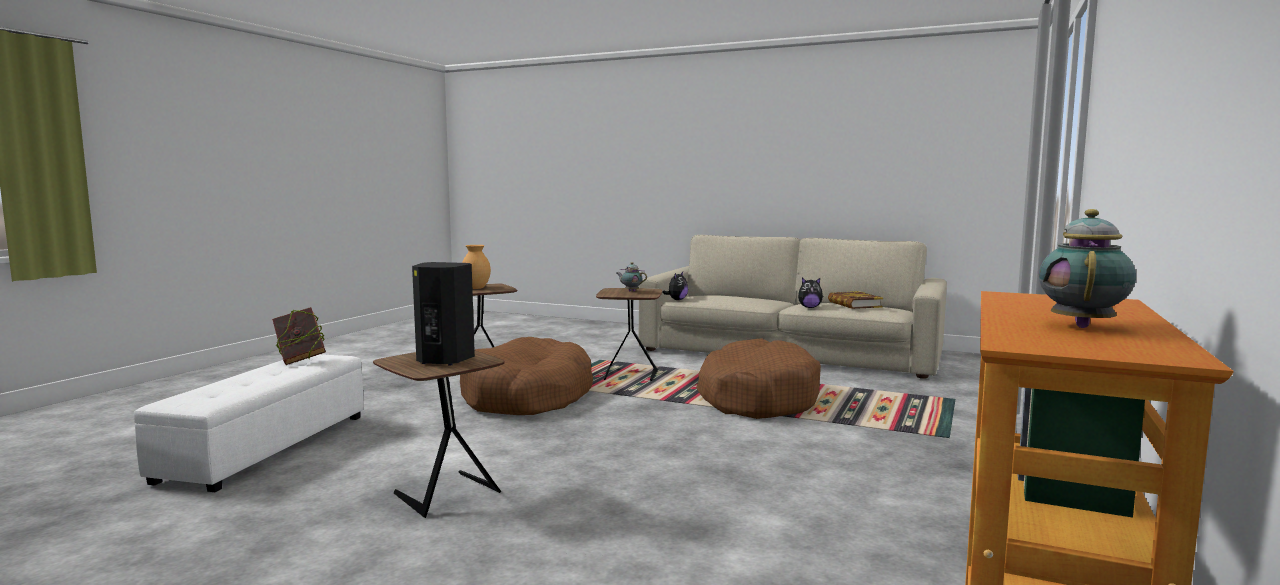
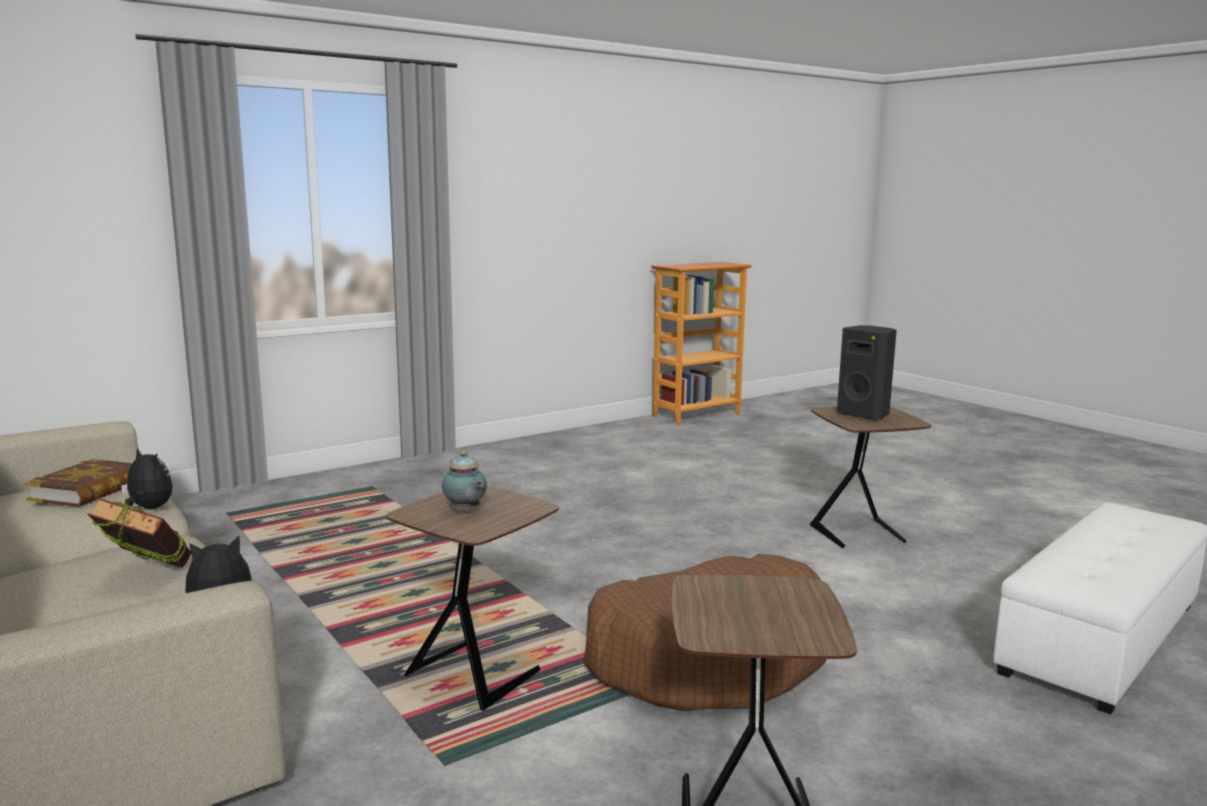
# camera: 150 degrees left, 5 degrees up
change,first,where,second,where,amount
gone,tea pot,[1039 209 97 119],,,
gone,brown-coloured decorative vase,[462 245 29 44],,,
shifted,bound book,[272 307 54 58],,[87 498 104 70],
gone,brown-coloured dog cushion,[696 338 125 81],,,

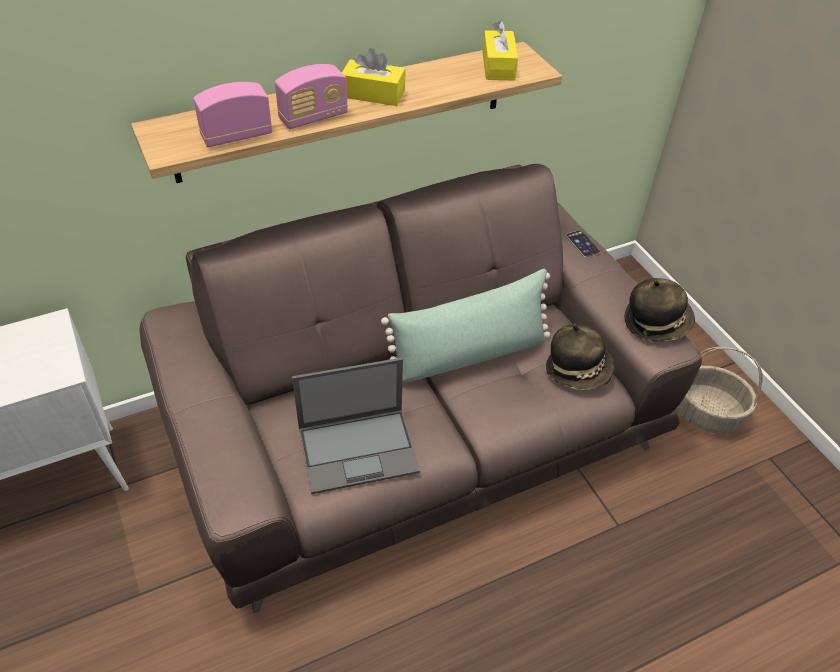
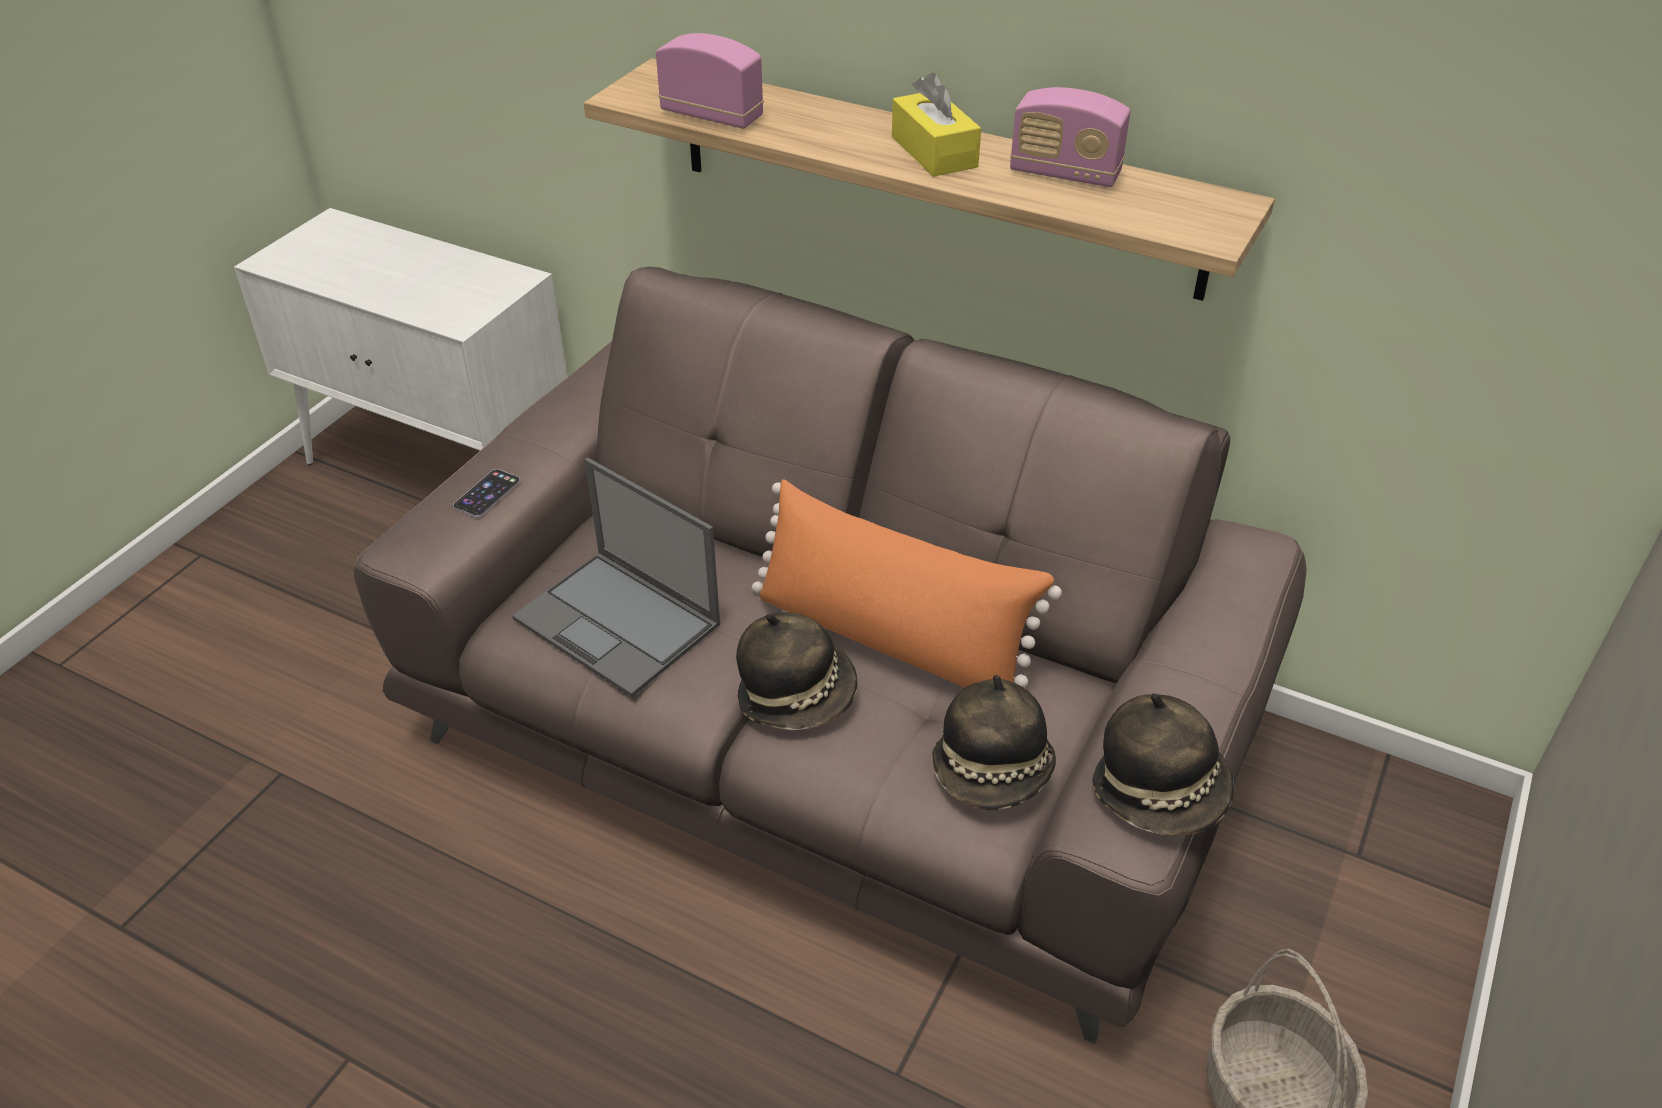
# camera: 55 degrees right, 5 degrees down
change,first,where,second,where,amount
gone,yellow-coloured box of tissues,[483 20 35 61],,,
shifted,radio,[275 64 73 65],,[1010 87 120 100],
shifted,phone,[566 230 34 28],,[453 469 67 49],
repainted,greenish pillow,[381 269 169 115],orange pillow,[752 479 310 209],
new,,,wearable hat,[736 612 122 118],

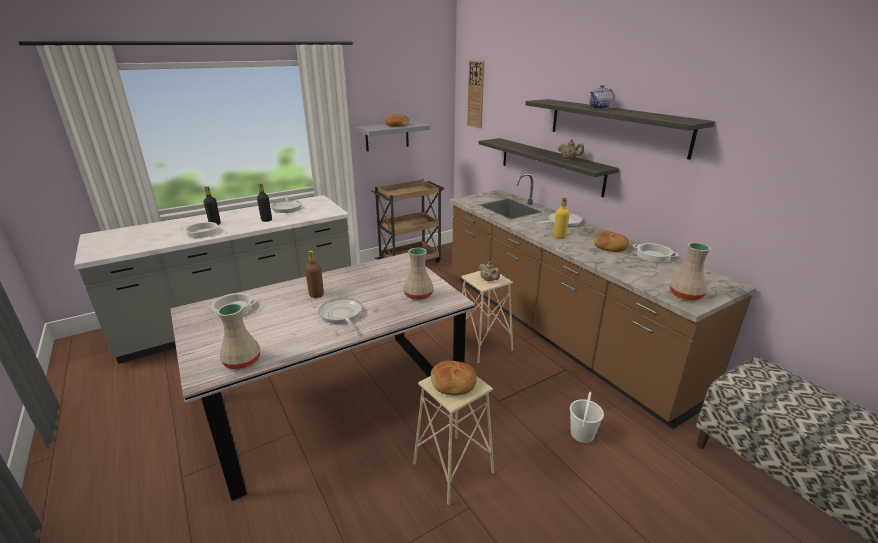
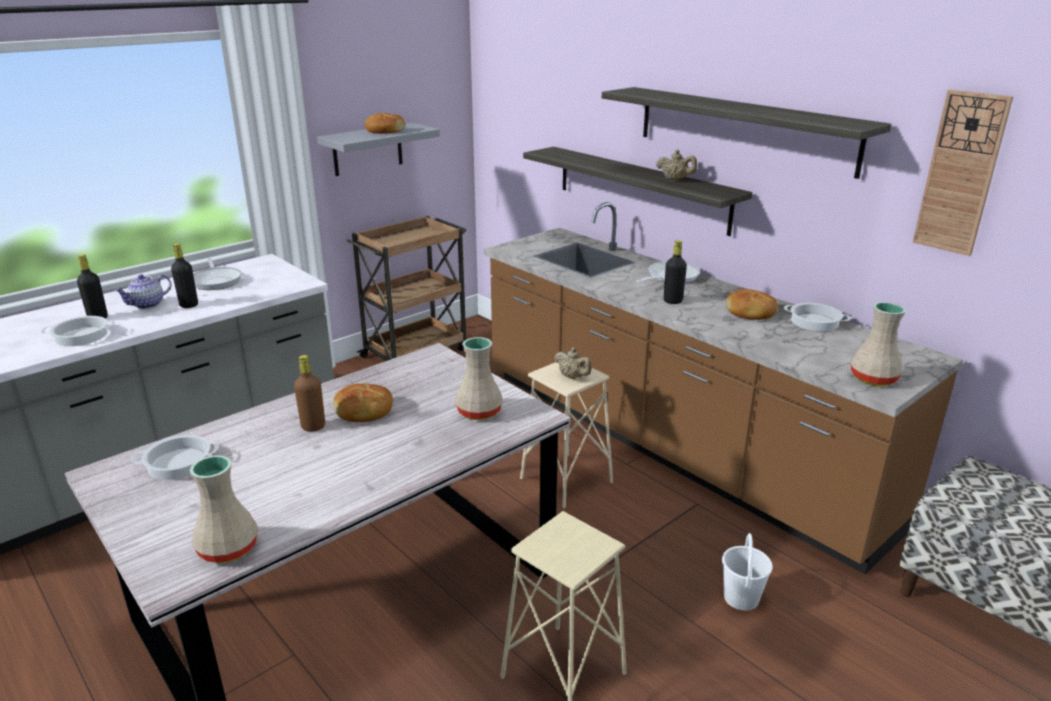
# camera: 10 degrees left, 0 degrees up
change,first,where,second,where,amount
shifted,clock on the wall,[467 61 17 68],,[913 90 100 166],
shifted,tea pot,[589 85 24 24],,[115 274 56 35],
repainted,yellow-coloured bottle,[553 197 17 42],blackish bottle,[664 240 23 64],
gone,frying pan,[318 298 45 33],,,
shifted,bakery bread,[431 361 46 34],,[333 383 60 39],

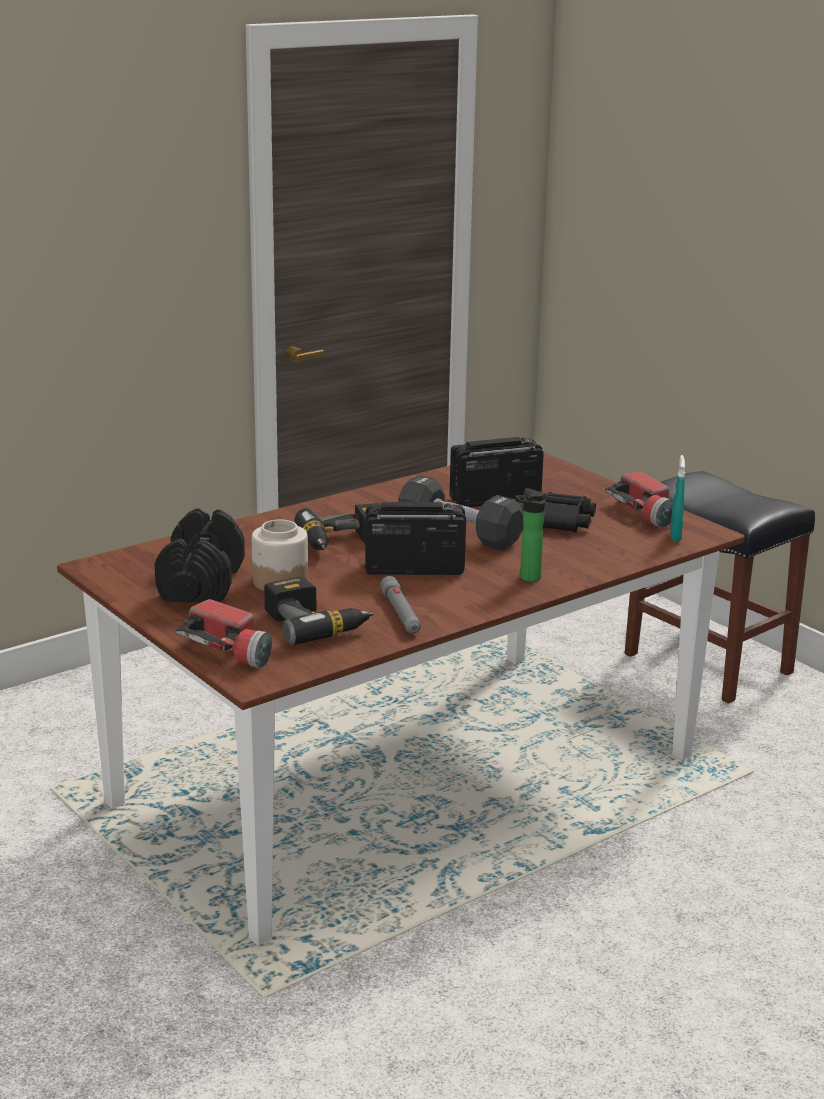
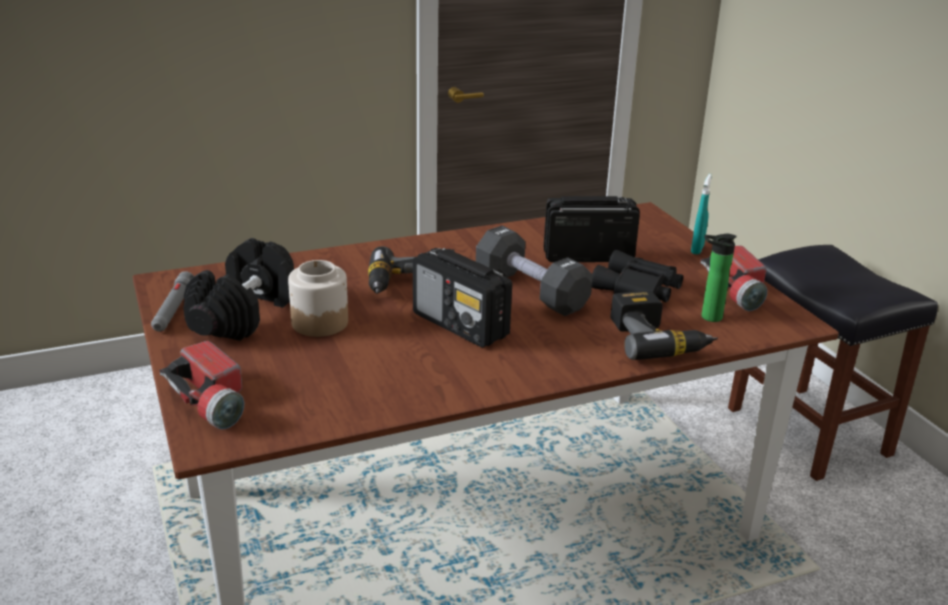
# camera: 15 degrees right, 5 degrees up
change,first,where,second,where,amount
shifted,blue-green hand sprayer,[670 455 15 87],,[691 174 21 80],
shifted,bottle,[515 492 30 90],,[702 234 35 88],
rotated,radio,[365 502 101 73],,[413 248 99 100],150 degrees counterclockwise
shifted,gray hand torch,[380 576 41 58],,[151 271 43 61],
shifted,power drill,[264 577 110 68],,[611 291 107 69],

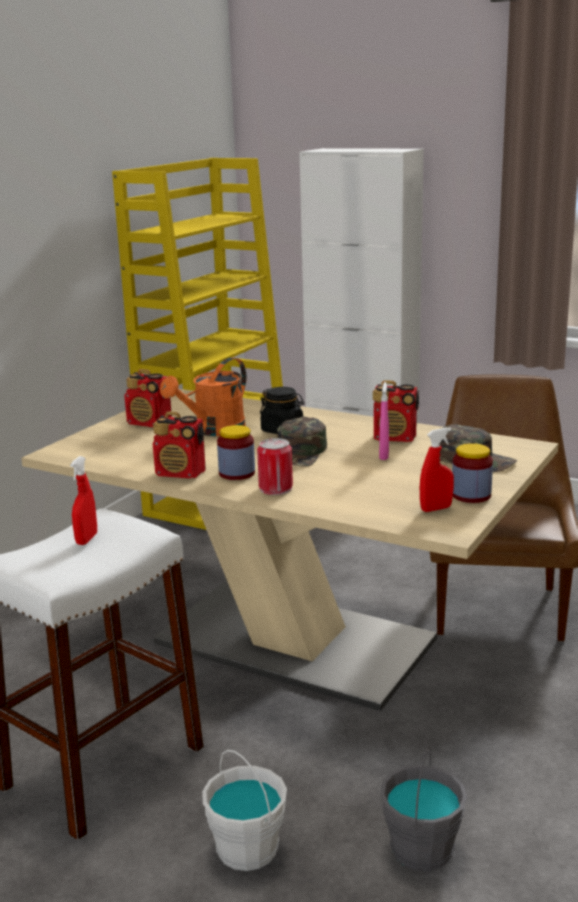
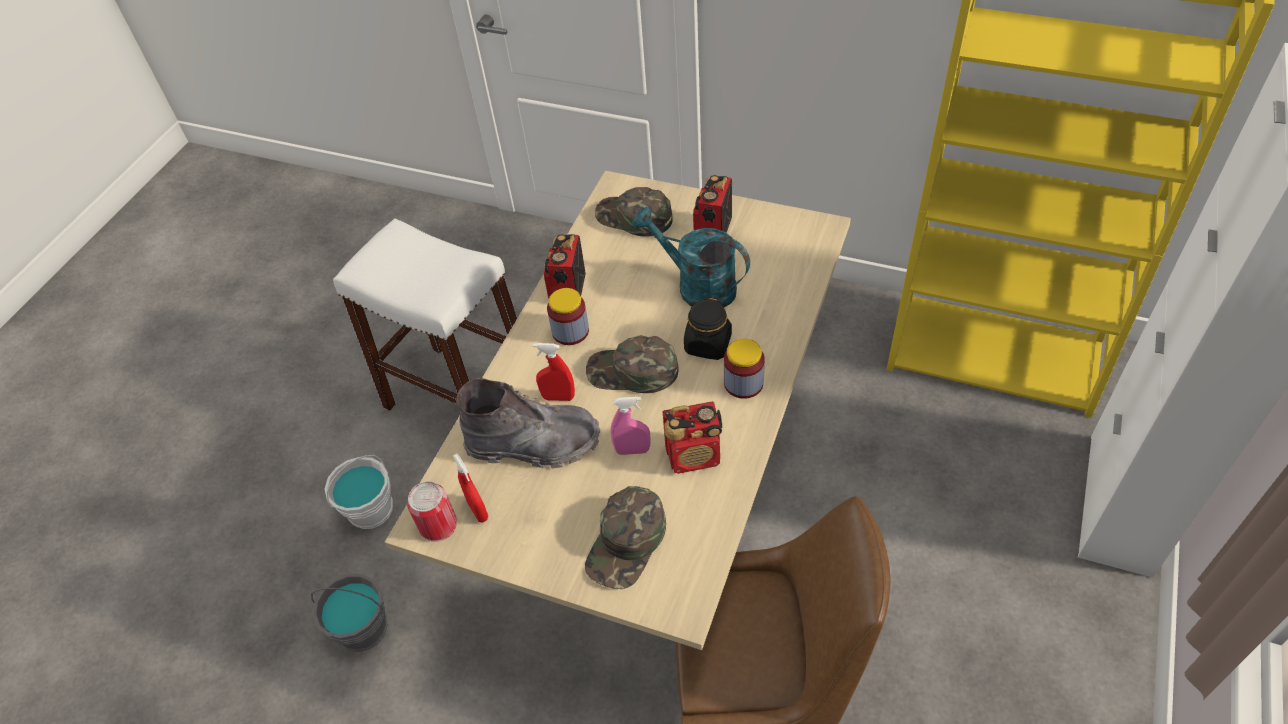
# camera: 85 degrees right, 30 degrees up
change,first,where,second,where,amount
repainted,orange watering can,[160 357 86 79],blue-green watering can,[632 207 118 100],
rotated,radio,[373 380 46 62],,[663 401 59 73],105 degrees counterclockwise
shifted,metal can,[257 438 36 57],,[407 482 50 60],
shifted,preserve jar,[452 443 41 60],,[724 339 41 60],
shifted,red hand sprayer,[70 456 27 89],,[533 343 42 58],
new,,,greenish cap,[595 187 78 50],
new,,,gray high-top boot,[456 378 145 91],

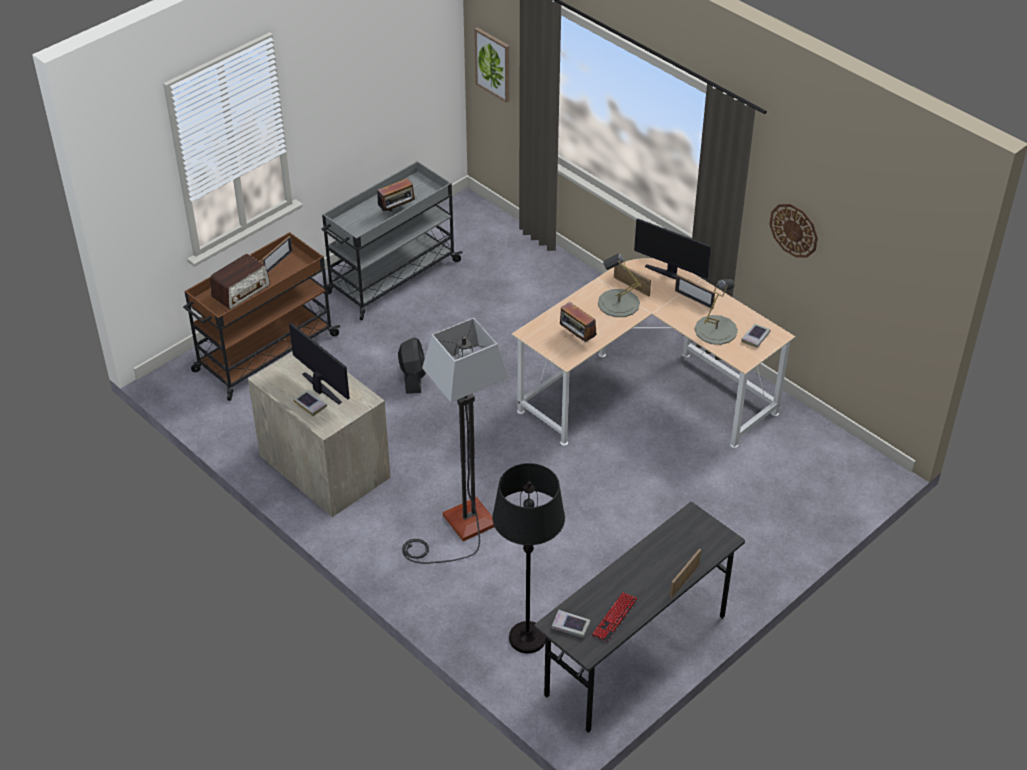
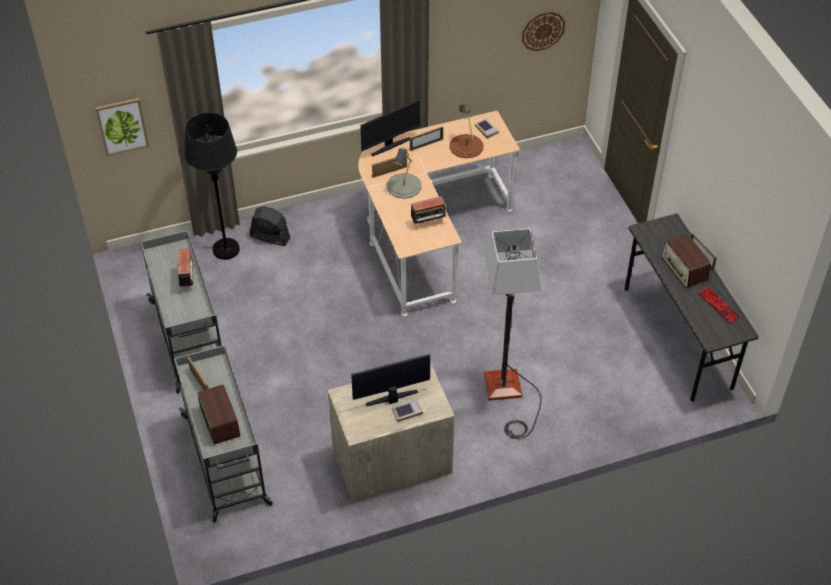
# camera: 65 degrees left, 5 degrees up
change,first,where,second,where,amount
shifted,clock on the wall,[769 204 49 54],,[522 12 43 39],
repainted,brown-coloured cart,[183 232 157 169],gray cart,[174 345 99 177],
repainted,gray lamp for a table,[695 279 43 66],brown-coloured lamp for a table,[449 104 34 54],
shifted,blackish cooling fan,[398 337 28 57],,[250 206 40 40],
shifted,blackish floor lamp,[492 463 73 190],,[185 113 55 147],
gone,bound book,[552 610 38 27],,,
new,,,radio,[662 234 49 54],

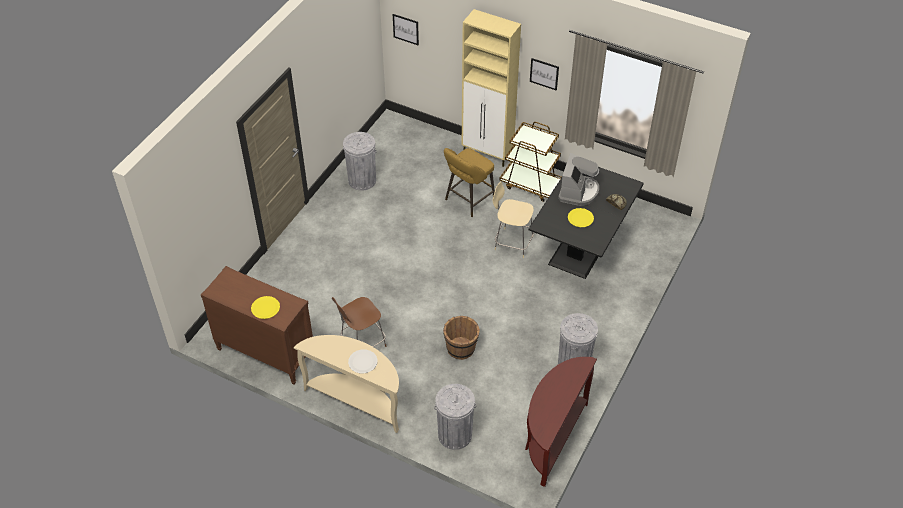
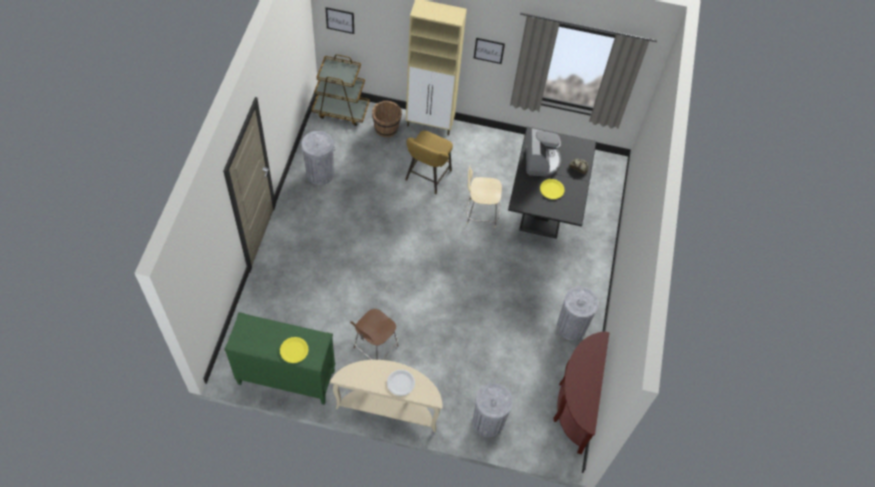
# camera: 20 degrees left, 10 degrees up
change,first,where,second,where,amount
shifted,brown-coloured cart,[499 122 63 80],,[311 54 59 72],
repainted,brown-coloured chest of drawers,[201 266 112 118],greenish chest of drawers,[224 312 112 93],
shifted,brown-coloured pail,[443 316 37 44],,[372 101 30 36],

